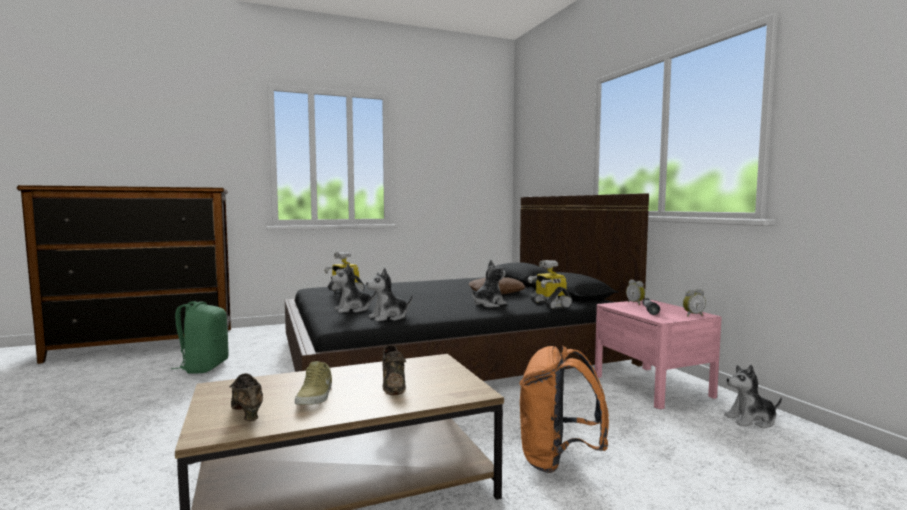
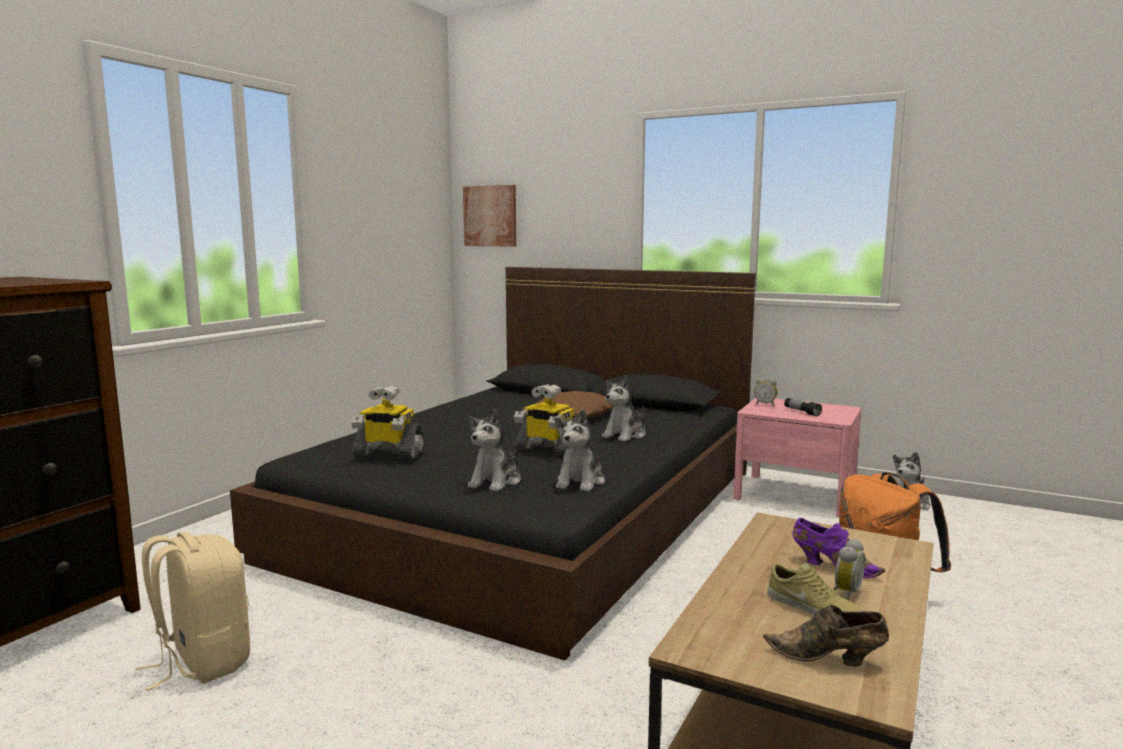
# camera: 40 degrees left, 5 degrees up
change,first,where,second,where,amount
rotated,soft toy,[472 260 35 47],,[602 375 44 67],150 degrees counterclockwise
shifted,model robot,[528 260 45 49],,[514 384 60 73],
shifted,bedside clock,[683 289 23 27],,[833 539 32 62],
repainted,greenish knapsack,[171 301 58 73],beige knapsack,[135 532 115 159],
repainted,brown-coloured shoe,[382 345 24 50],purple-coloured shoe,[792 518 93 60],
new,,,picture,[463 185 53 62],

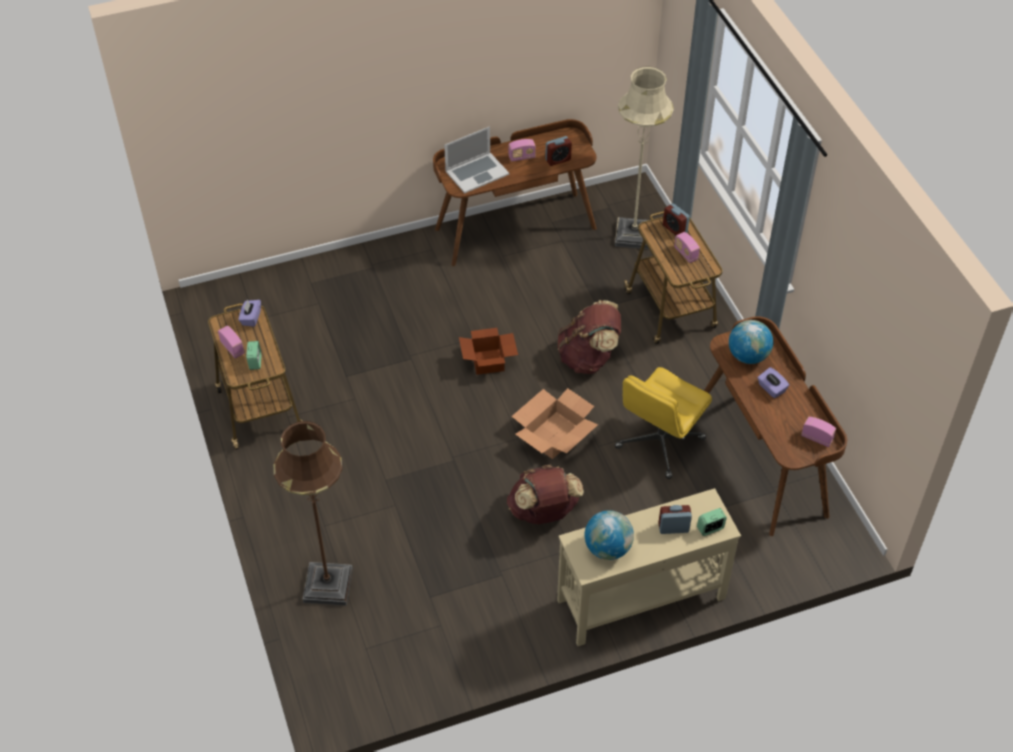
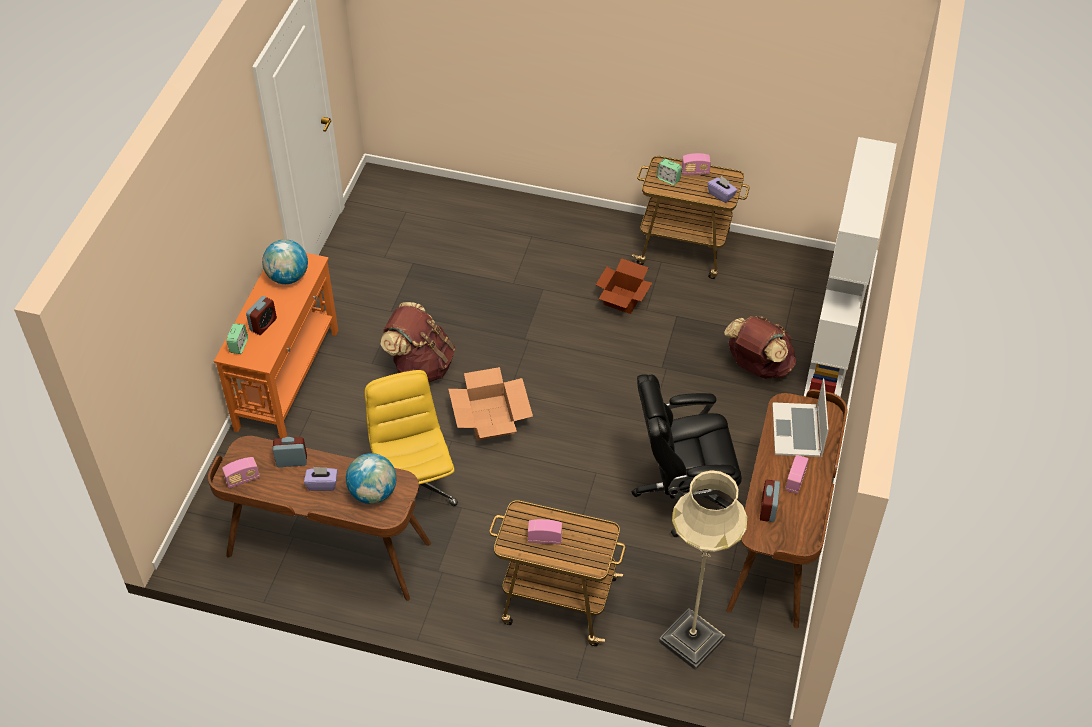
# camera: 125 degrees right, 0 degrees up
change,first,where,second,where,amount
shifted,bedside clock,[663 203 27 32],,[273 437 34 30],
shifted,brown-coloured knapsack,[558 300 63 74],,[724 316 72 63],
shifted,cardboard box,[459 328 59 47],,[596 258 56 56],
gone,brown-coloured floor lamp,[274 421 79 185],,,
repainted,beige hall table,[557 488 184 158],orange hall table,[214 253 125 185],
new,,,white shelving unit,[804 137 93 260],
new,,,blackish computer chair,[632 374 110 163],

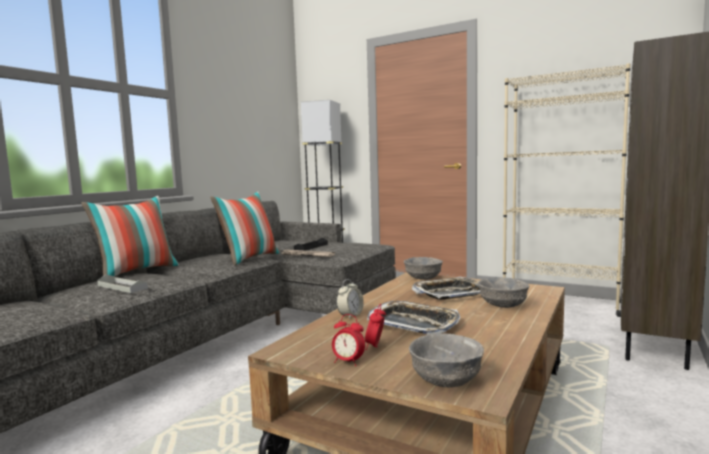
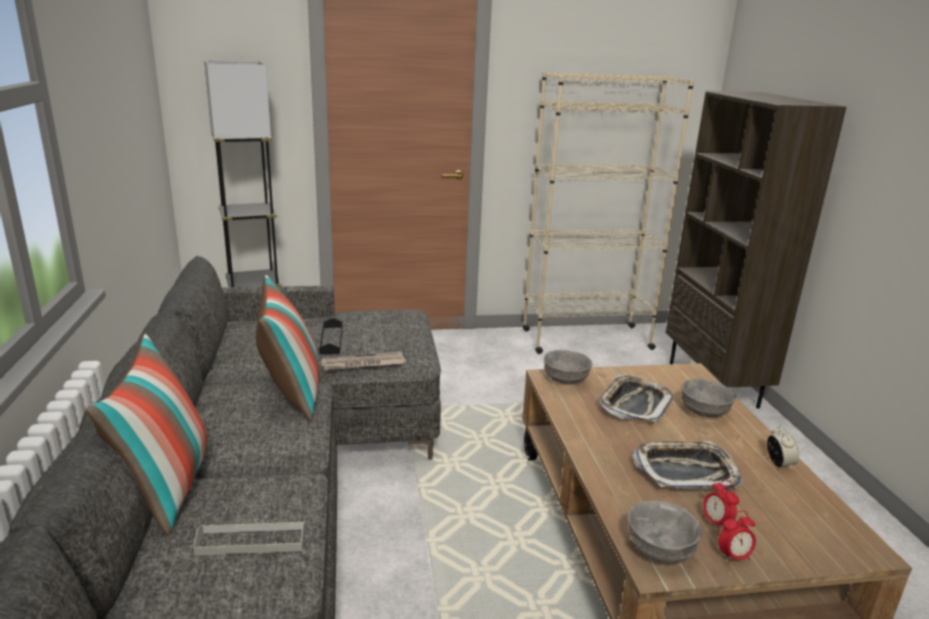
# camera: 40 degrees left, 15 degrees up
change,first,where,second,where,amount
shifted,bedside clock,[336 279 28 40],,[767 425 32 45],
shifted,gray deep dish,[409 333 75 55],,[628 500 74 64],

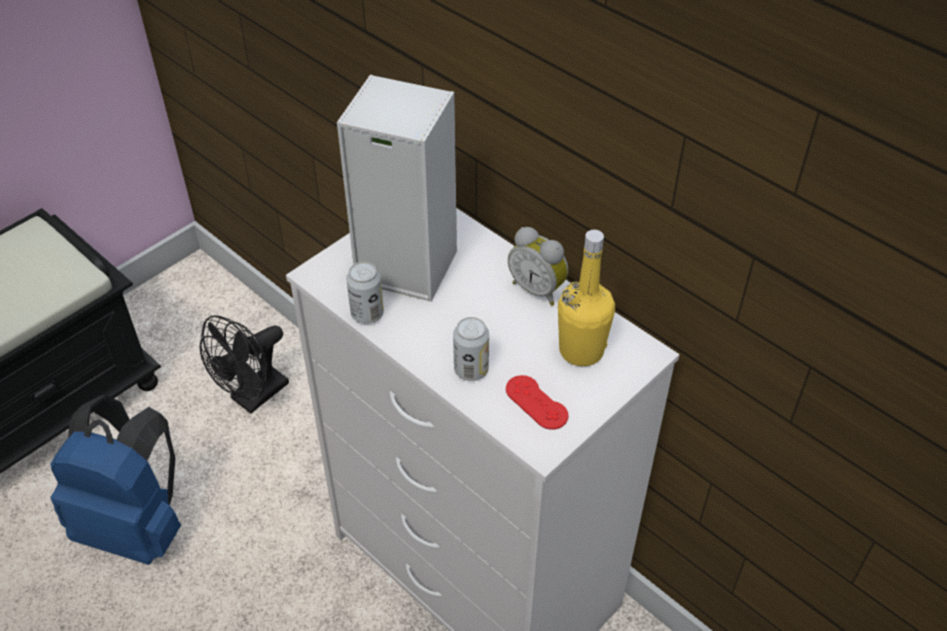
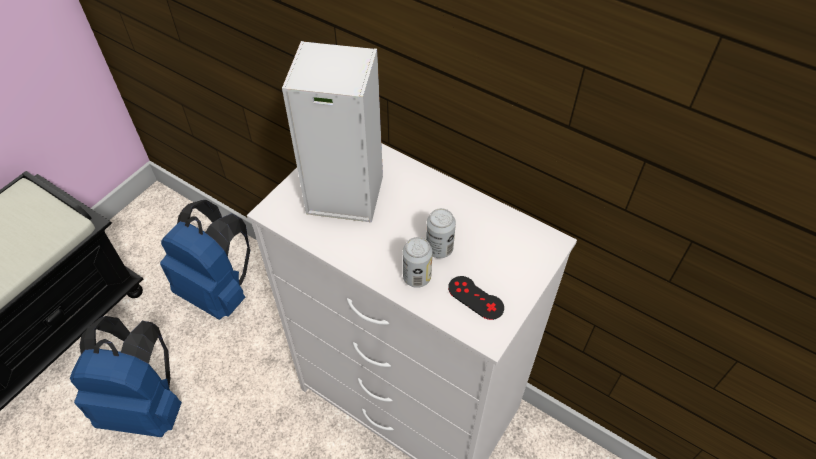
# camera: 10 degrees left, 5 degrees up
change,first,where,second,where,amount
gone,bedside clock,[508 227 60 79],,,
gone,yellow-coloured bottle,[558 230 57 136],,,
shifted,metal can,[346 262 38 62],,[426 208 30 50],
swapped,blackish cooling fan,[200 315 89 99],blue-coloured knapsack,[160 200 90 120],
repainted,red game controller,[506 375 62 55],blackish game controller,[448 276 56 44],

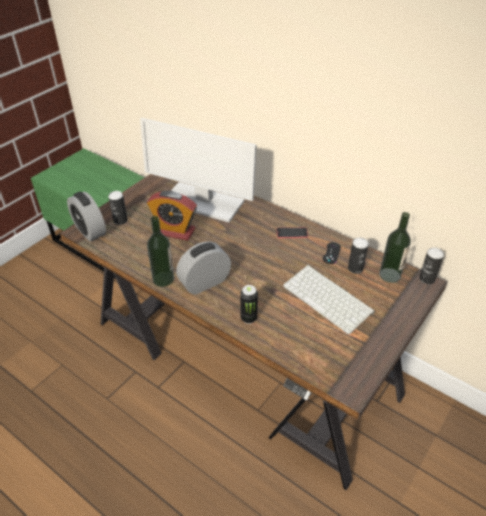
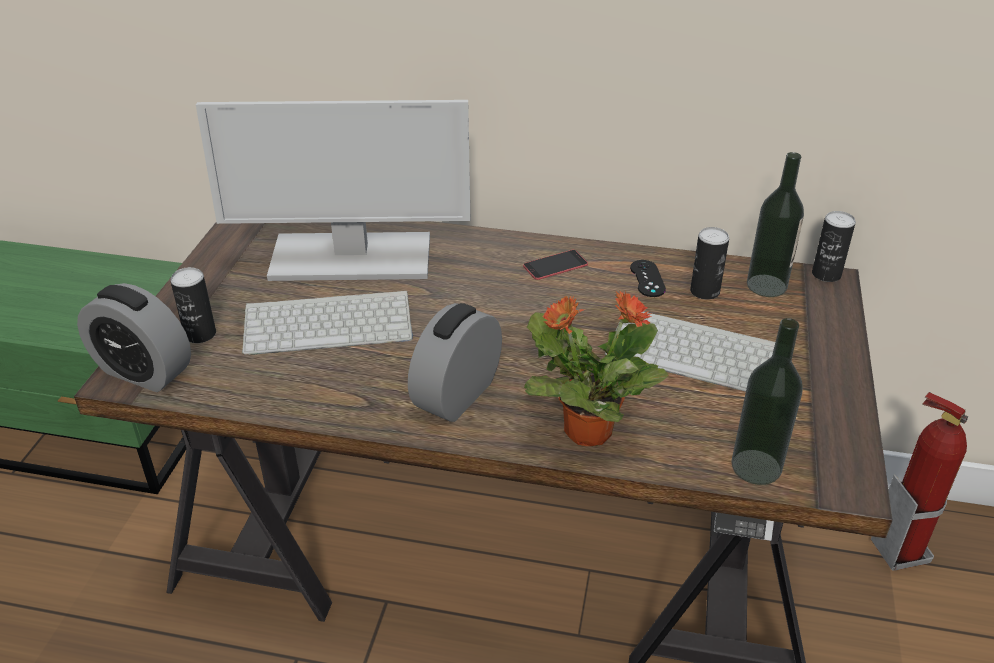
# camera: 25 degrees left, 5 degrees down
change,first,where,second,where,amount
swapped,bedside clock,[147 191 50 50],computer keyboard,[242 291 171 64],
shifted,bottle,[147 216 27 71],,[731 318 72 167],
swapped,metal can,[240 285 18 39],houseplant,[524 290 145 156],
new,,,fire-fighting cylinder,[871 392 97 179],

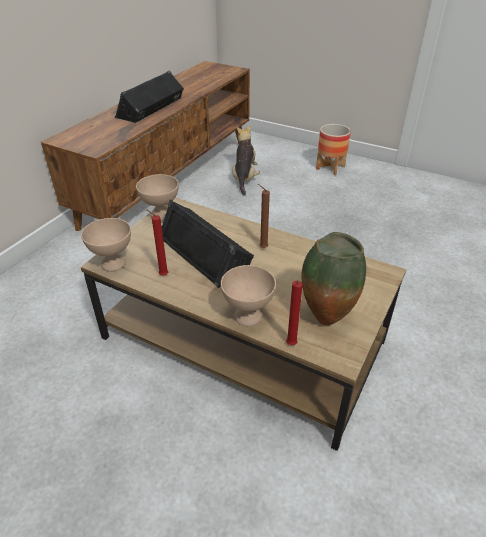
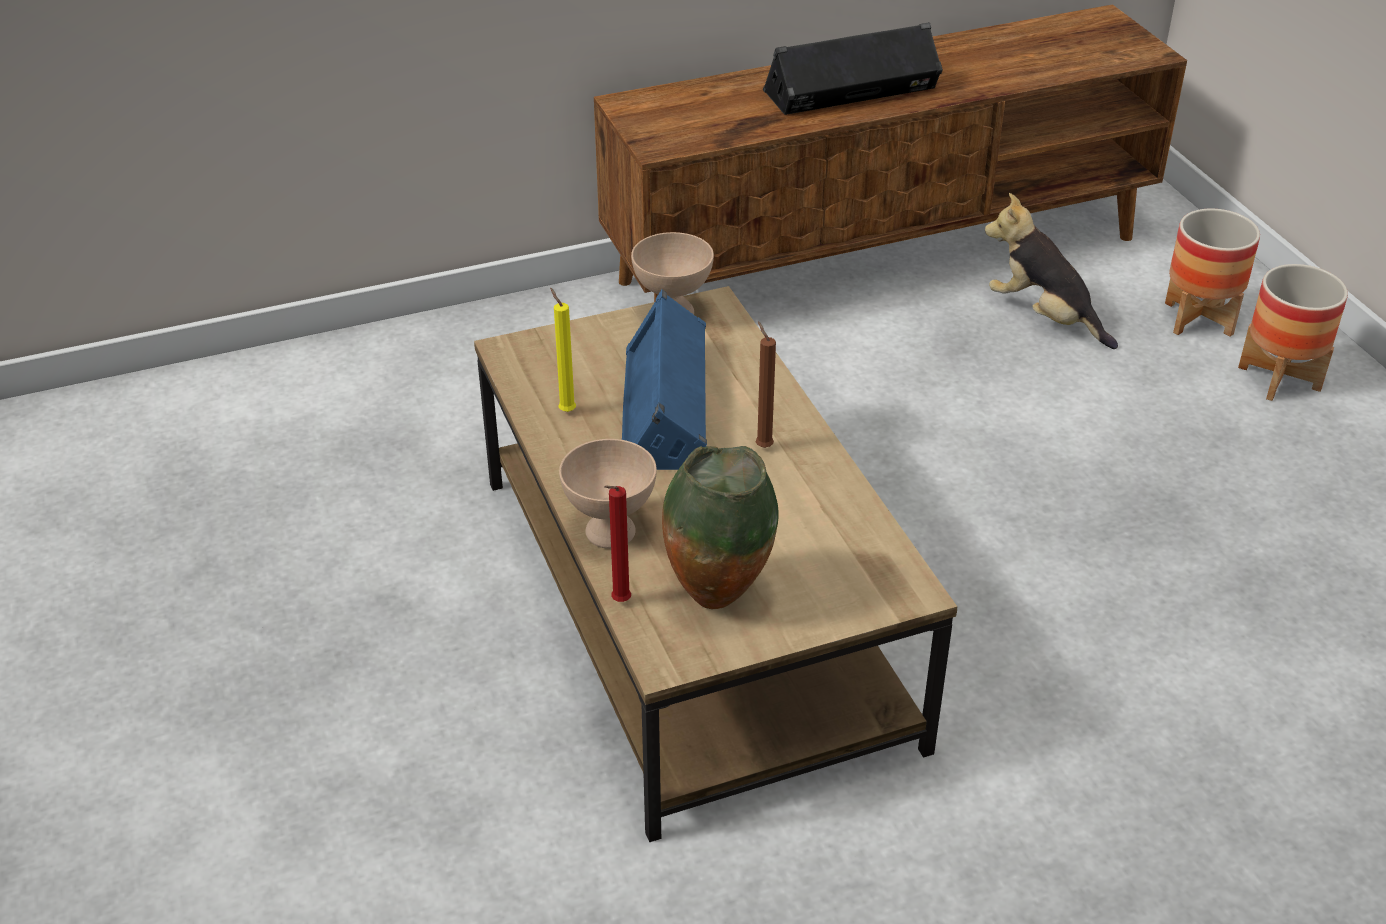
# camera: 40 degrees right, 0 degrees up
change,first,where,second,where,amount
rotated,soft toy,[232 125 28 70],,[985 193 133 156],90 degrees counterclockwise
repainted,blackish audio speaker,[162 200 92 88],blue-coloured audio speaker,[622 289 85 181],
repainted,red wax candle,[147 210 21 65],yellow-coloured wax candle,[550 288 26 124],
gone,beige deep dish,[81 218 50 54],,,
new,,,plant pot,[1165 209 95 128],

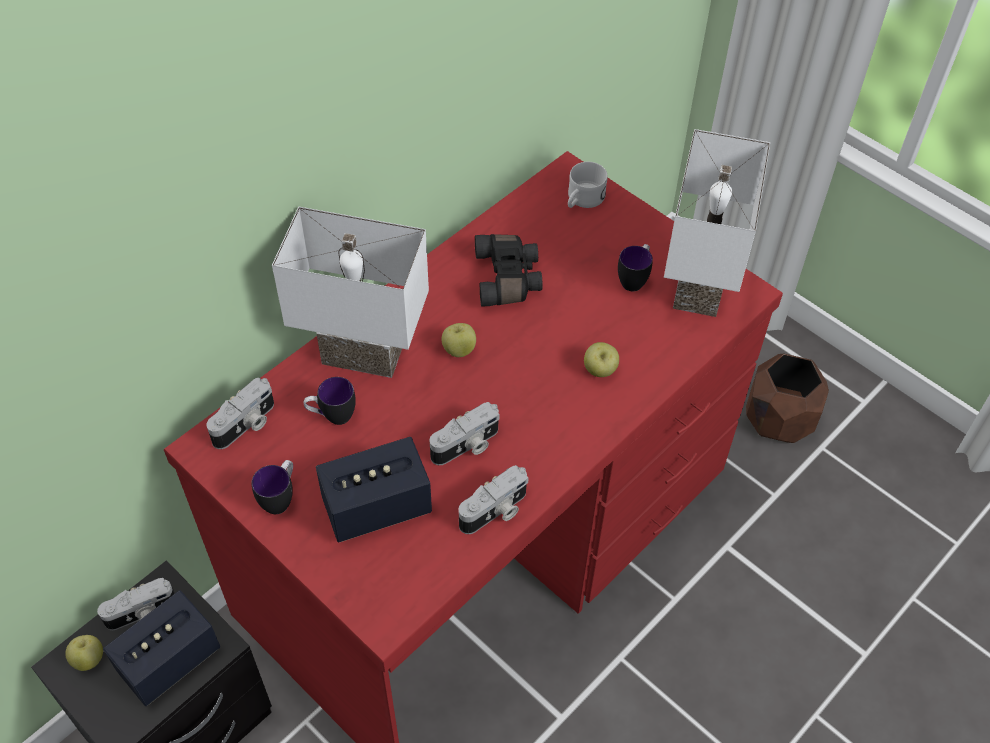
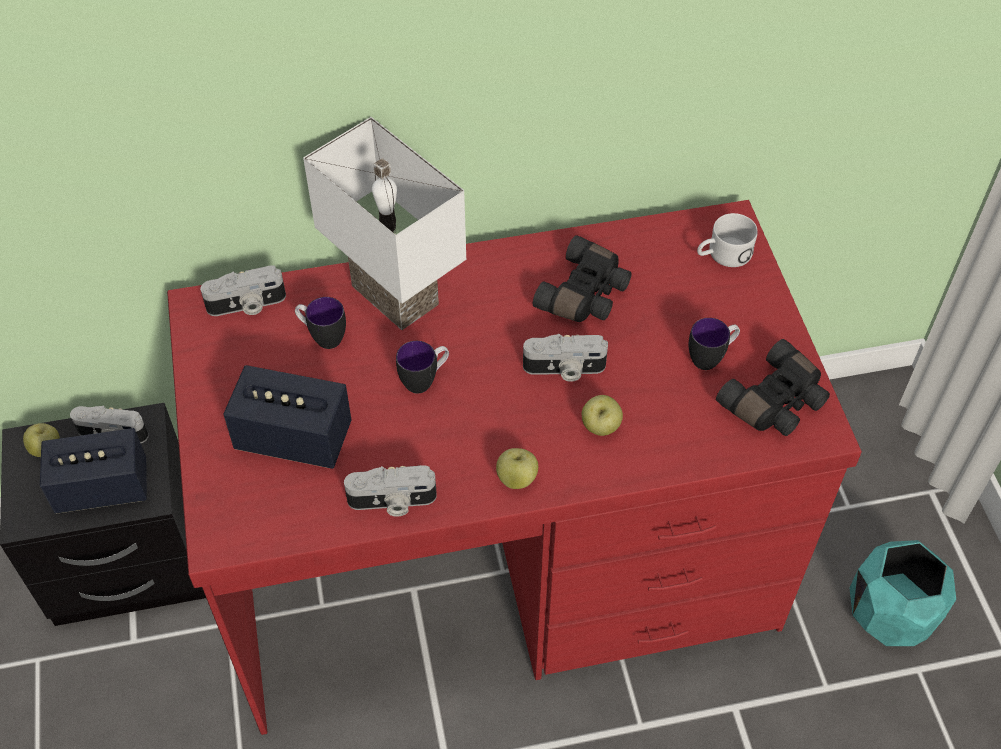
# camera: 35 degrees right, 0 degrees up
change,first,where,second,where,amount
swapped,white lamp for a table,[664 129 106 188],blackish binoculars,[716 339 114 97],
shifted,whole apple,[442 323 34 34],,[496 448 42 41],
repainted,brown-coloured plant pot,[746 354 83 89],blue-green plant pot,[849 540 107 106],
shifted,still camera,[430 402 69 63],,[523 334 85 48],
shifted,tea mug,[251 460 42 54],,[396 341 53 53],

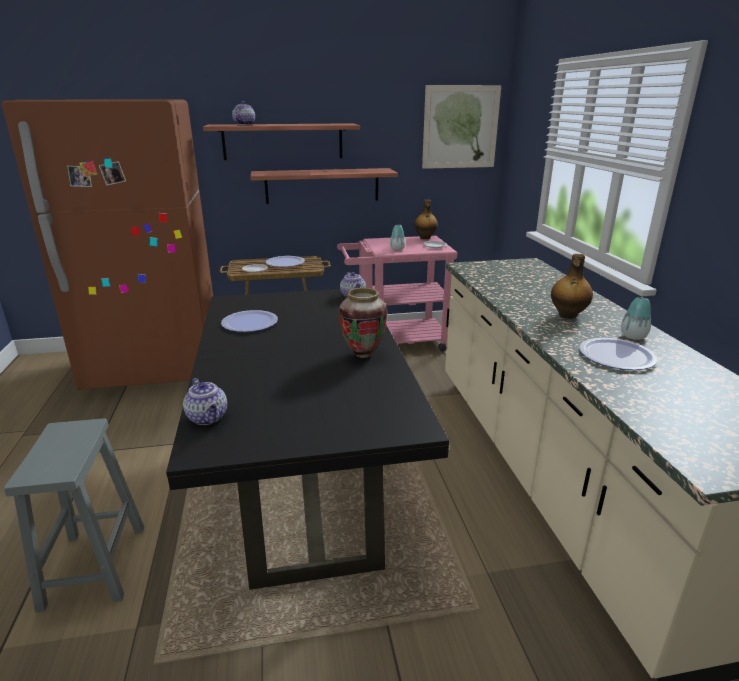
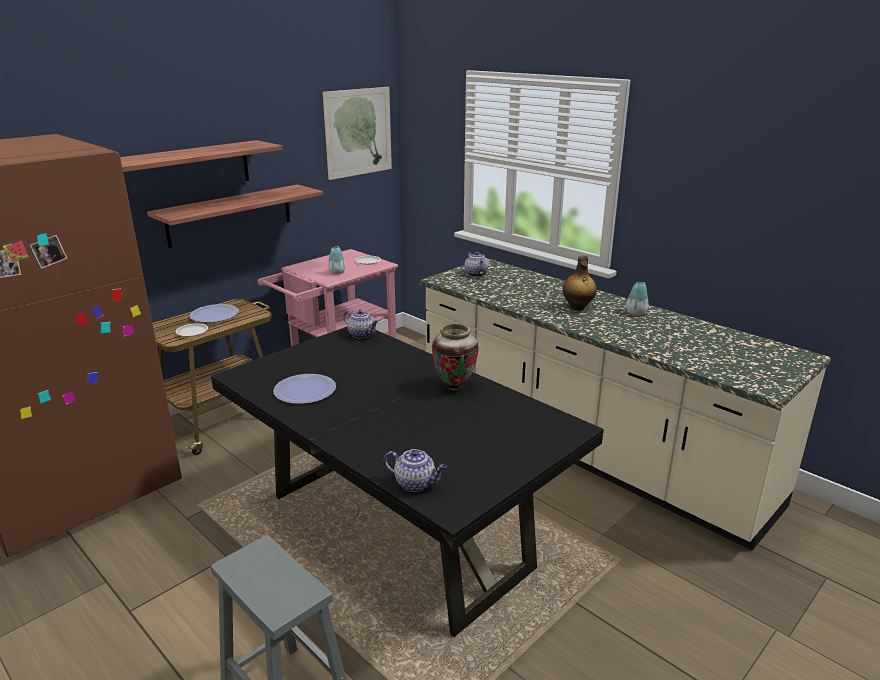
# camera: 35 degrees left, 0 degrees up
change,first,where,second,where,amount
shifted,tea pot,[232 101 23 24],,[464 252 25 25],
gone,bottle,[414 200 24 39],,,
gone,flat dish,[579 338 79 32],,,

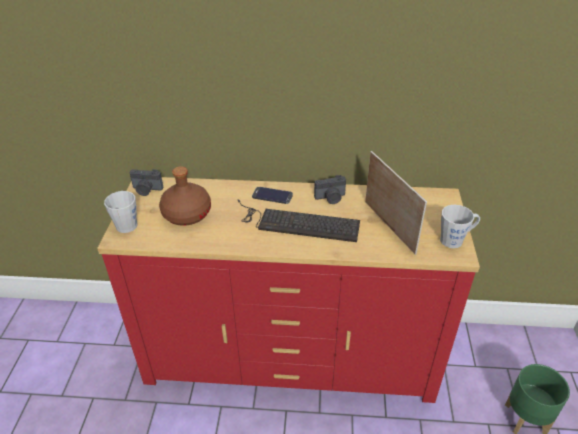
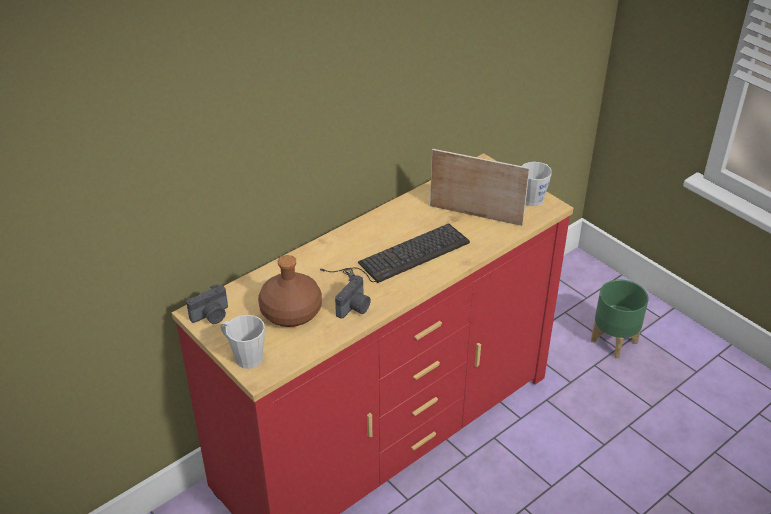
# camera: 45 degrees left, 0 degrees up
change,first,where,second,where,amount
shifted,still camera,[314 175 32 29],,[335 275 36 44],
gone,phone,[252 187 41 17],,,

